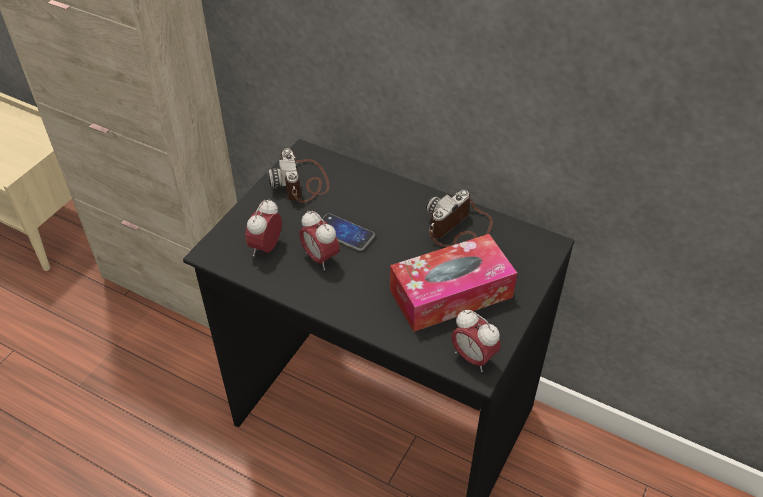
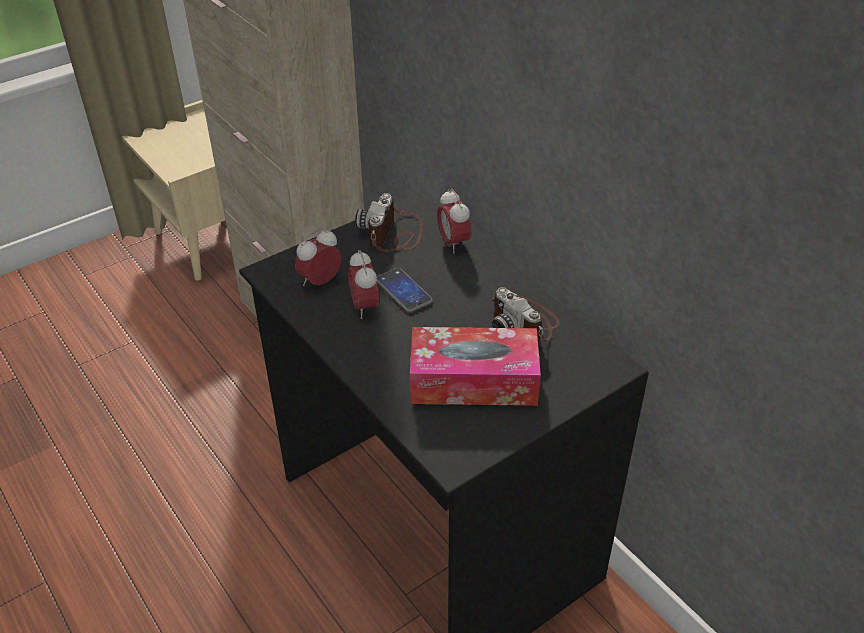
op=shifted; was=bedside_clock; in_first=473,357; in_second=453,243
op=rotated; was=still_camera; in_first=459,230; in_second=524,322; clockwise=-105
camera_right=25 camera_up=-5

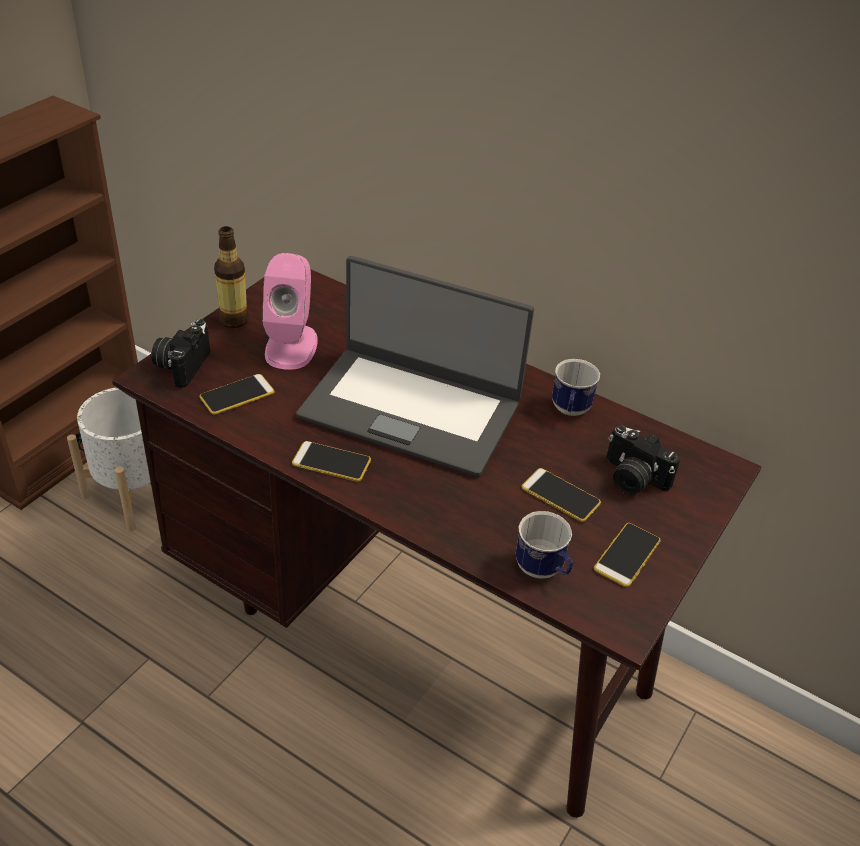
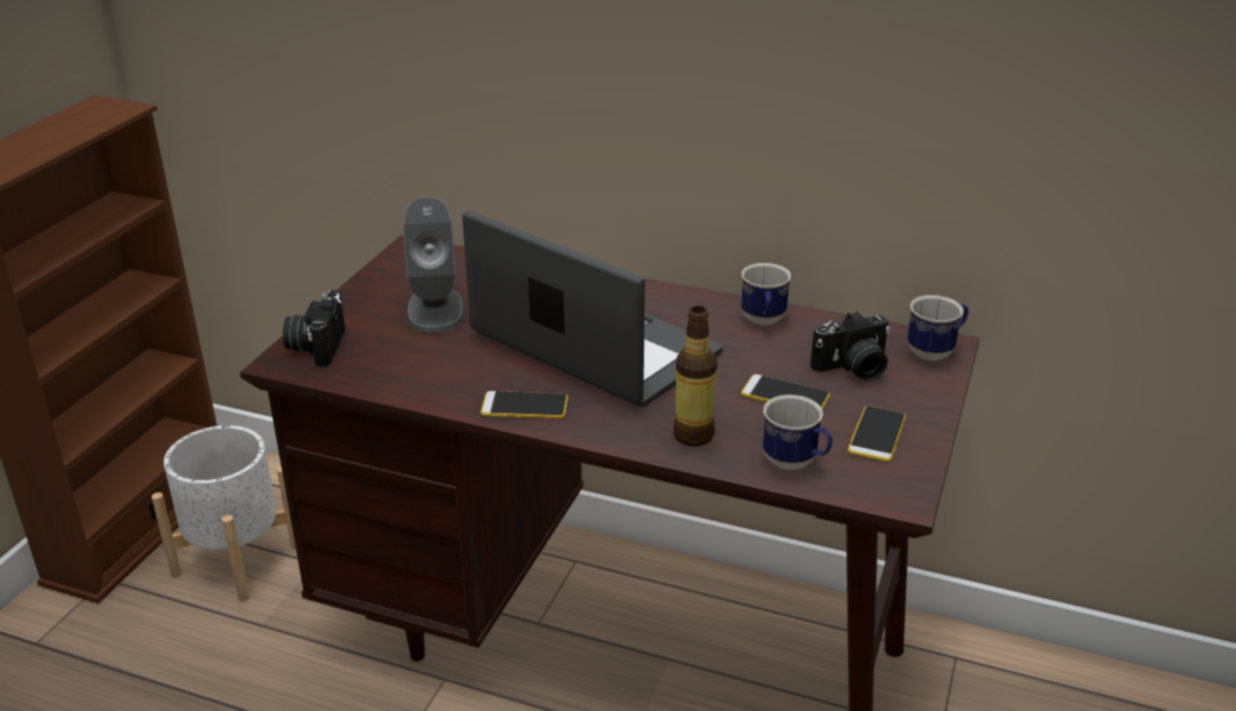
op=repainted; was=pinkish_loudspeaker; now=greyish_loudspeaker; in_first=291,346; in_second=435,310
op=rotated; was=notebook_computer; in_first=411,409; in_second=592,346; clockwise=-150
op=shifted; was=drink_bottle; in_first=234,320; in_second=693,435
op=rotated; was=still_camera; in_first=632,478; in_second=853,369; clockwise=-45
op=new; now=coffee_mug; in_second=935,351
op=gone; was=handset; in_first=237,395
camera_right=-10 camera_up=-10

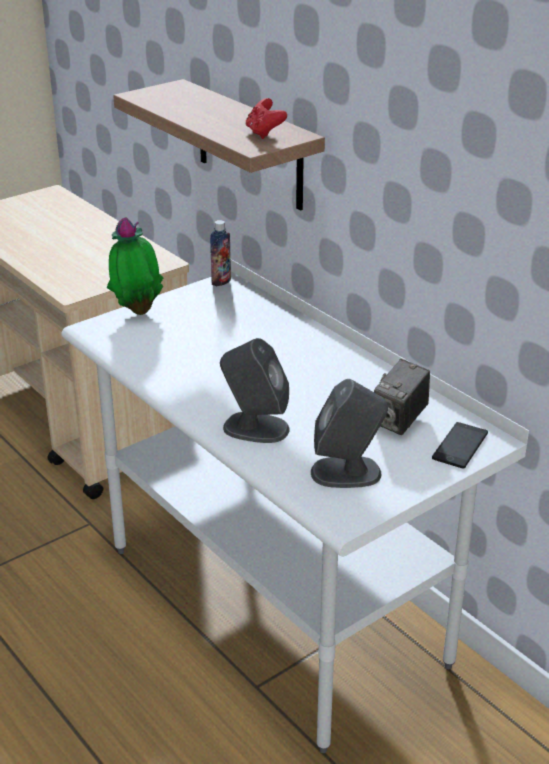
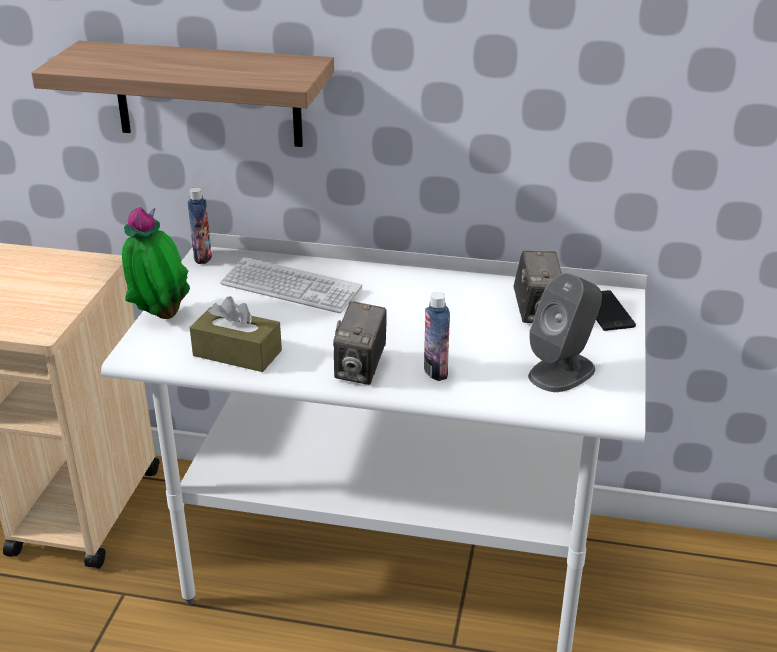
op=new; now=brown-coloured_tissue_holder; in_second=237,353
op=new; now=computer_keyboard; in_second=290,287
op=new; now=still_camera; in_second=360,370
op=swapped; was=greyish_loudspeaker; now=drink_bottle; in_first=255,428; in_second=435,372
op=gone; was=red-coloured_gamepad; in_first=264,133
camera_right=-40 camera_up=0

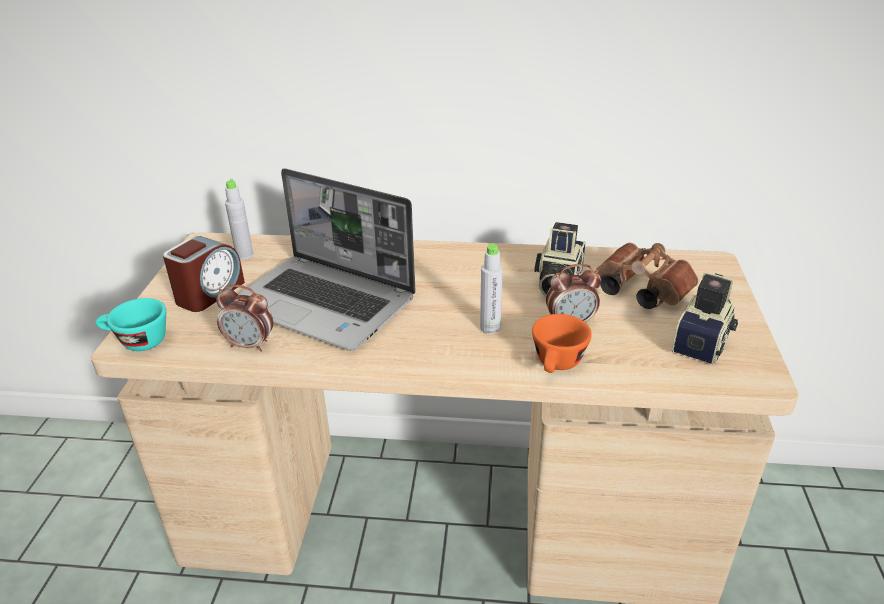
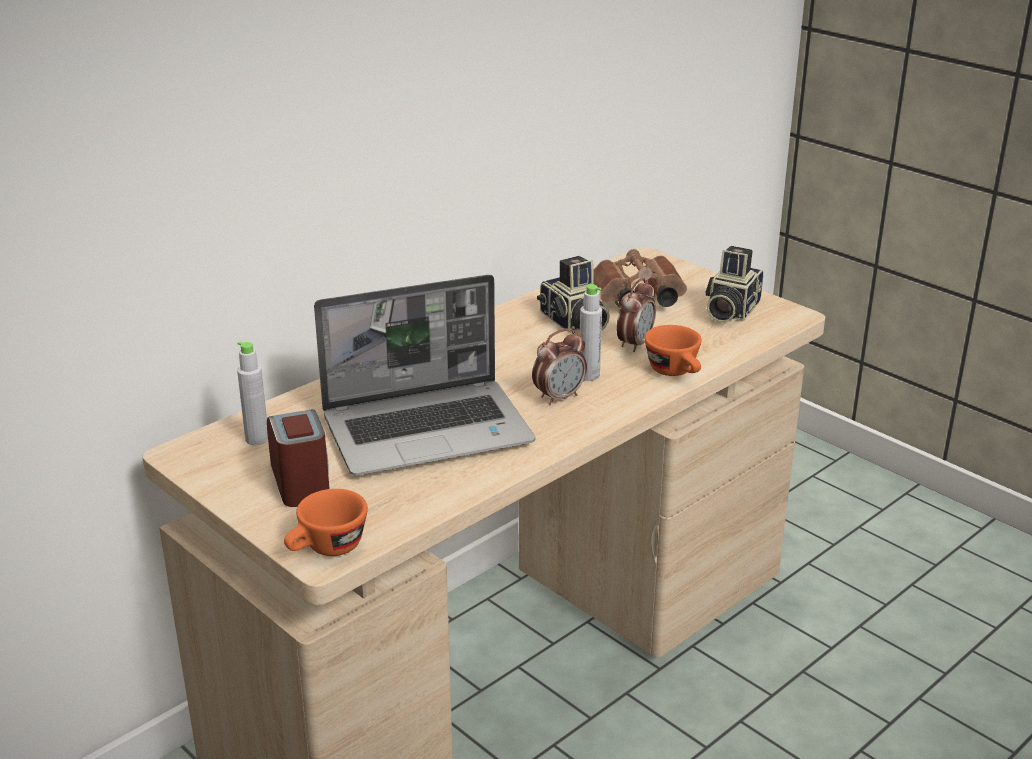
op=repainted; was=turquoise-coloured_cup; now=orangey_cup; in_first=136,342; in_second=327,549
op=shifted; was=bedside_clock; in_first=250,345; in_second=559,397
op=rotated; was=still_camera; in_first=704,341; in_second=729,311; clockwise=-135
camera_right=-50 camera_up=-5

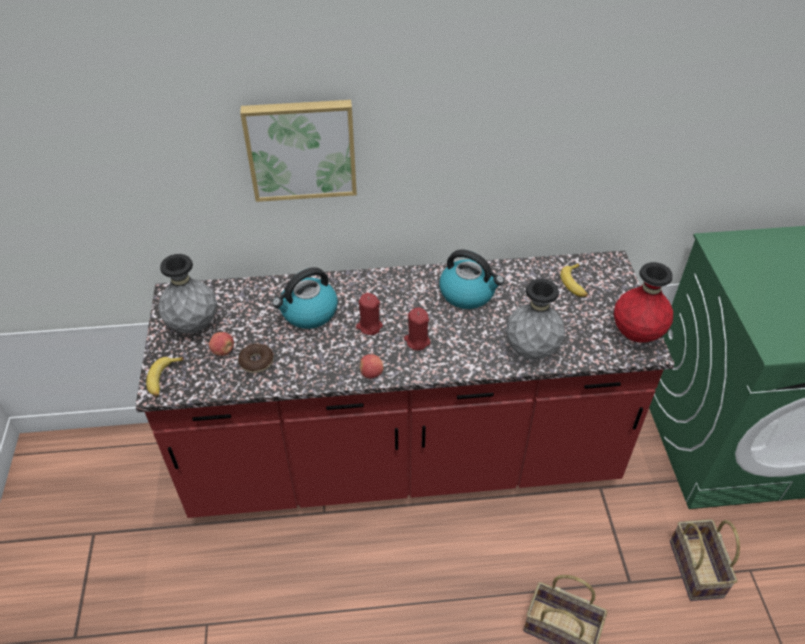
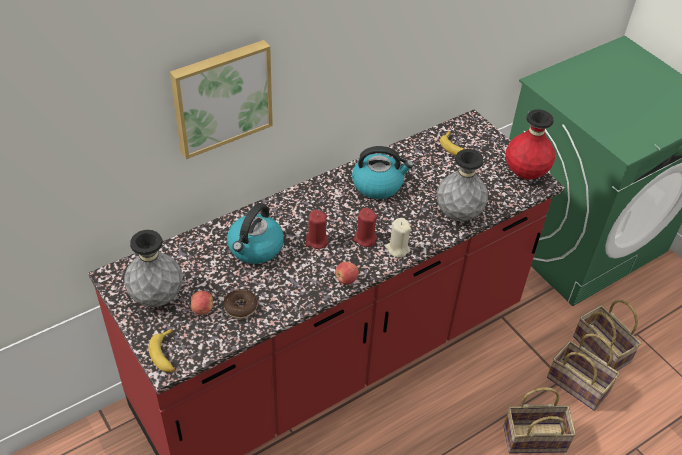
op=new; now=sand-coloured_wax_light; in_second=397,249
op=new; now=household_basket; in_second=579,385
camera_right=-30 camera_up=0

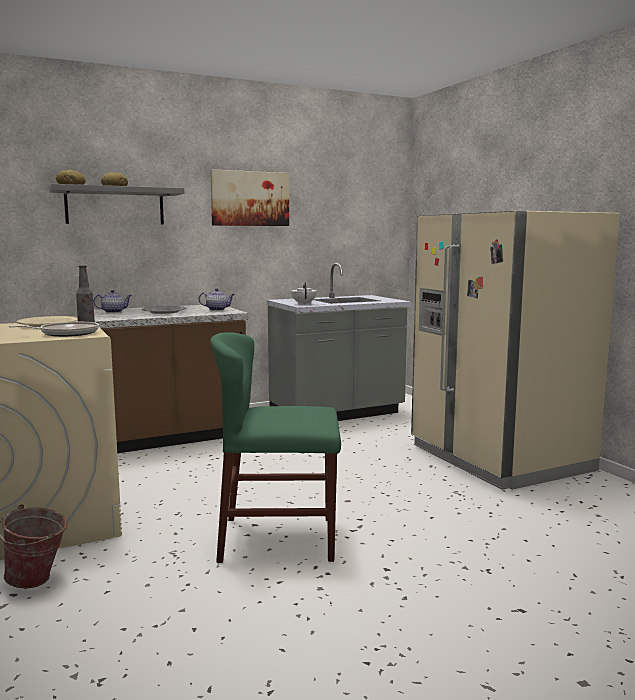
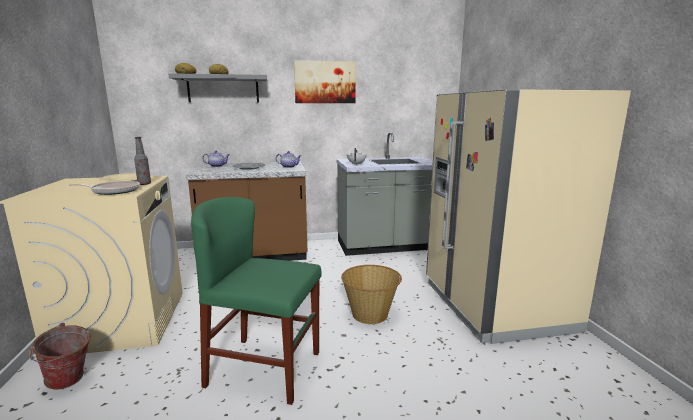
op=new; now=household_basket; in_second=370,314
camera_right=15 camera_up=5

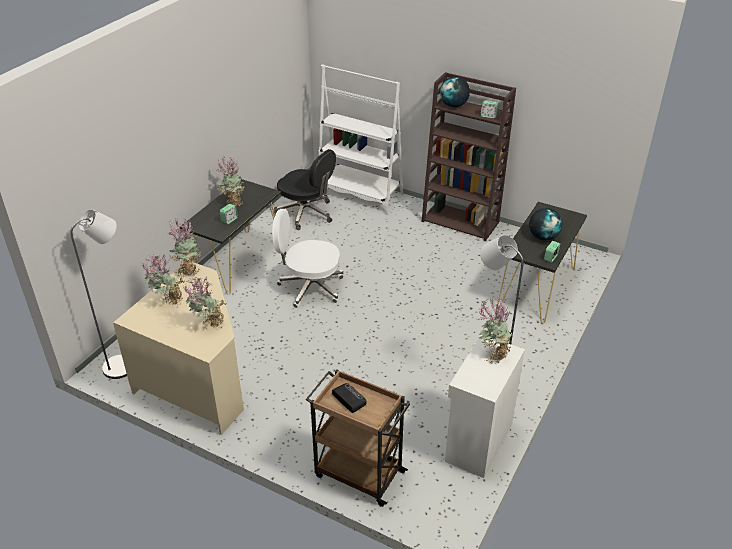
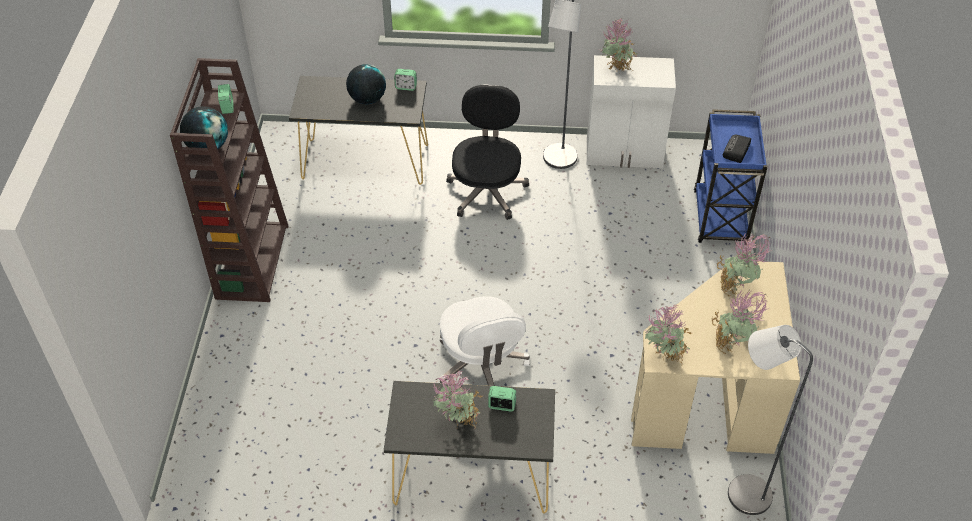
op=shifted; was=black_desk_chair; in_first=306,213; in_second=487,191
op=repainted; was=brown-coloured_cart; now=bluish_cart; in_first=358,473; in_second=720,219
op=gone; was=white_bookcase; in_first=360,194
camera_right=-115 camera_up=10

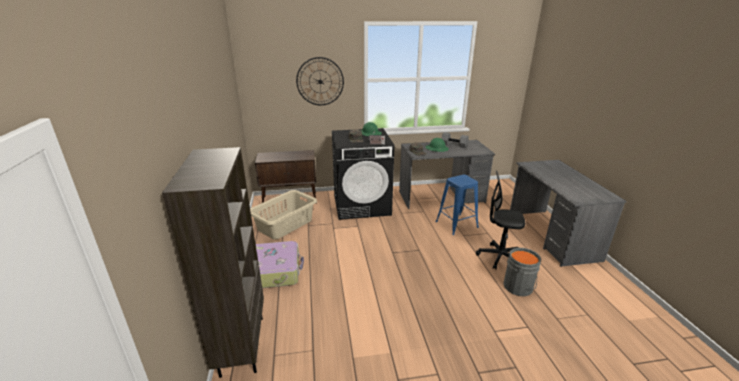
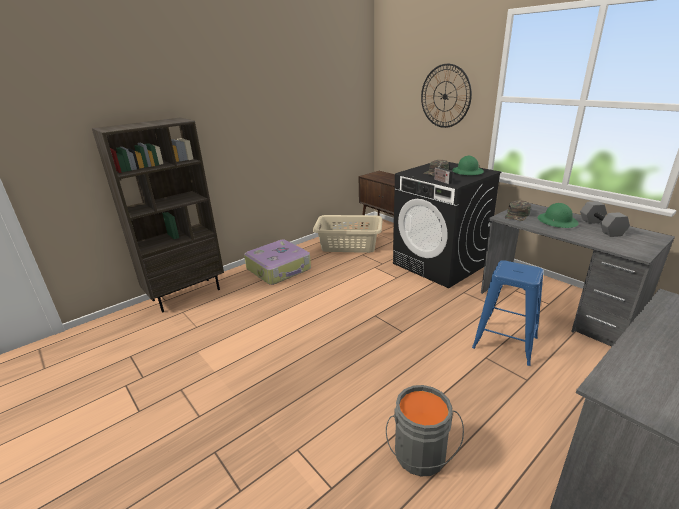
op=gone; was=black_desk_chair; in_first=499,257
camera_right=60 camera_up=0

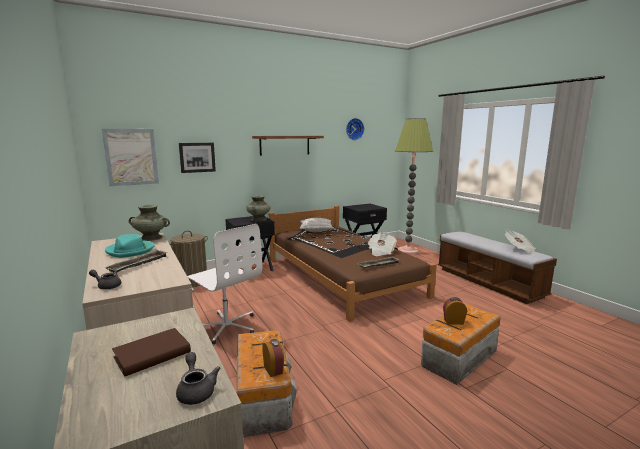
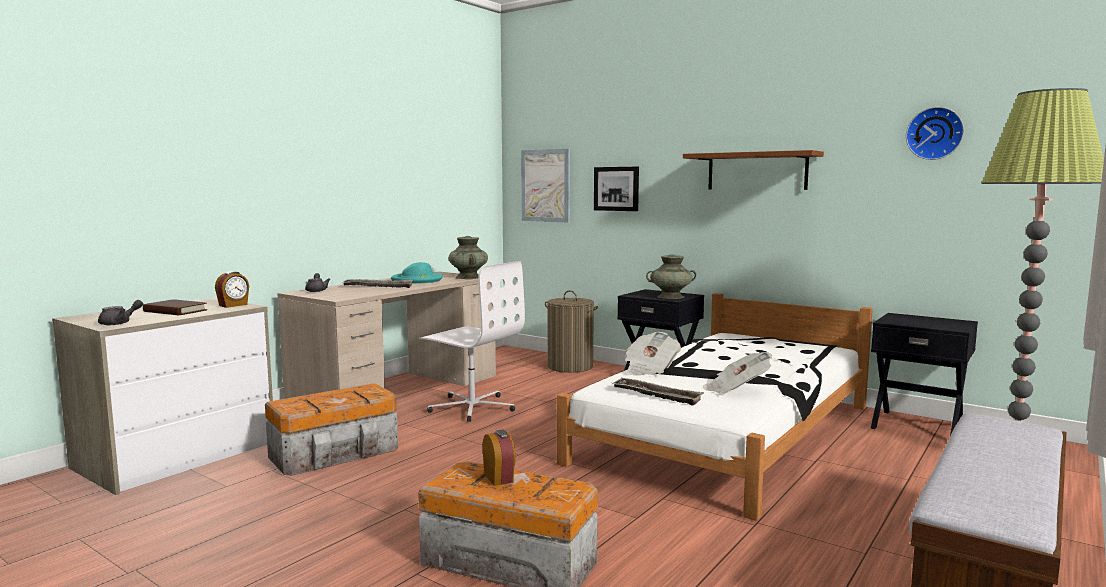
op=shifted; was=bedside_clock; in_first=273,369; in_second=233,305
op=rotated; was=white_desk_chair; in_first=226,326; in_second=472,407; clockwise=-75
op=repainted; was=brown-coloured_sleeping_bed; now=white_sleeping_bed; in_first=341,276; in_second=728,432
op=shifted; was=newspaper; in_first=519,249; in_second=649,369
op=gone; was=throw_pillow; in_first=316,230
camera_right=65 camera_up=-5

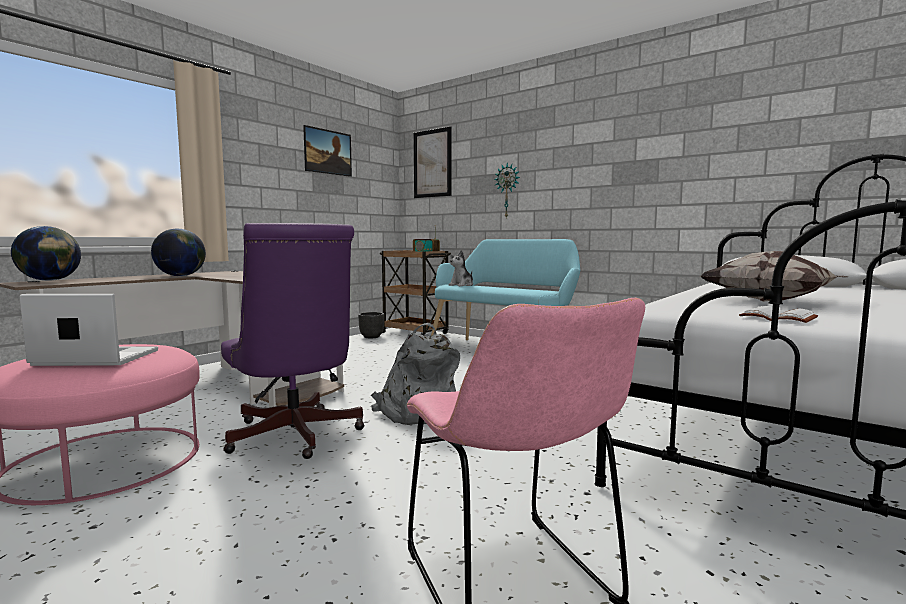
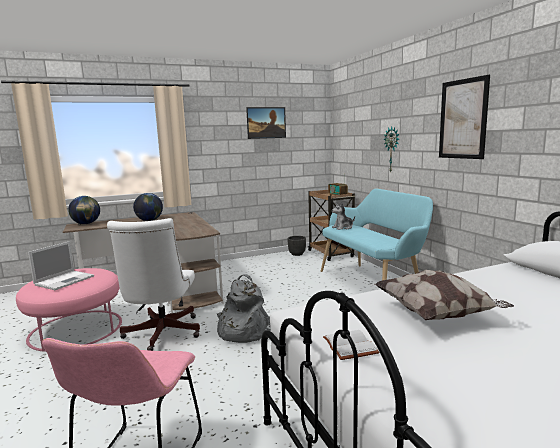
op=rotated; was=notebook_computer; in_first=94,358; in_second=65,280; clockwise=90
op=repainted; was=purplish_desk_chair; now=white_desk_chair; in_first=295,437; in_second=161,335
op=shifted; was=wall_picture; in_first=432,163; in_second=463,119
camera_right=30 camera_up=5

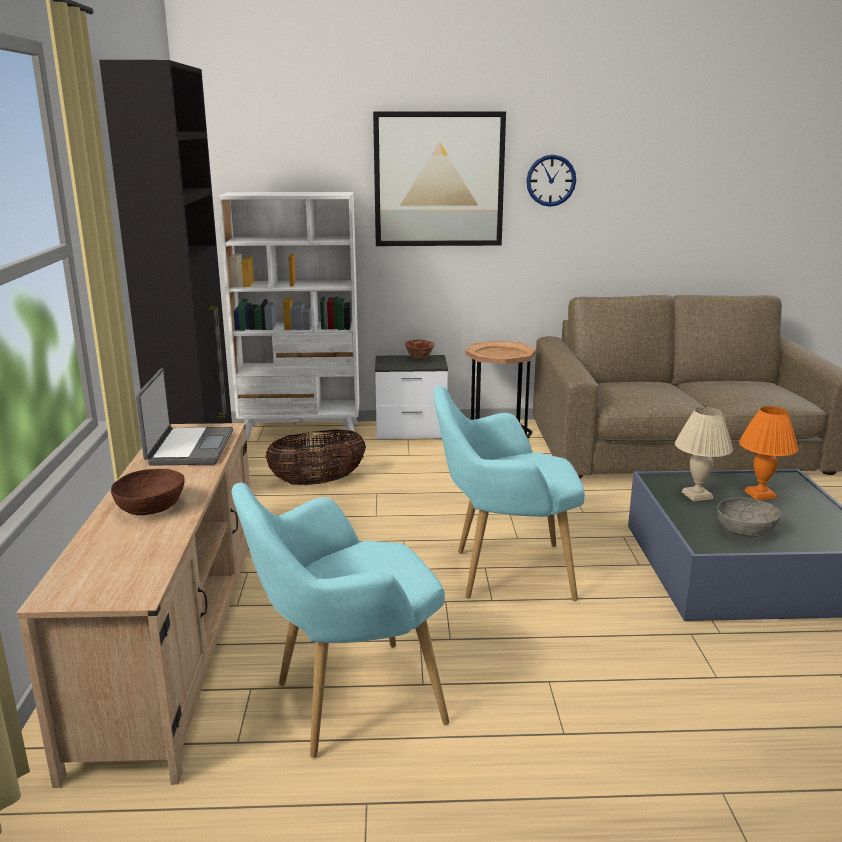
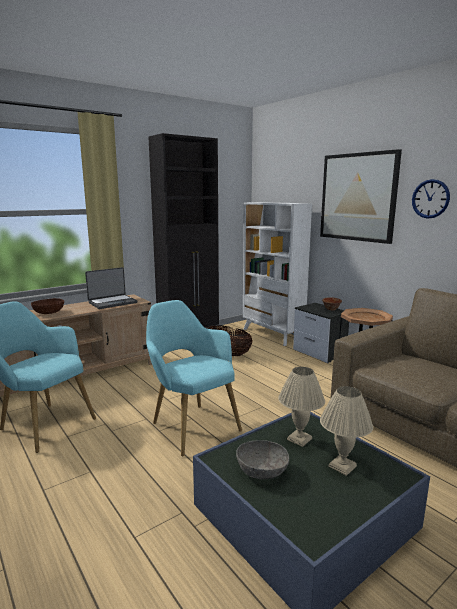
op=repainted; was=orangey_lamp_for_a_table; now=sand-coloured_lamp_for_a_table; in_first=761,495; in_second=342,466
camera_right=55 camera_up=-5

